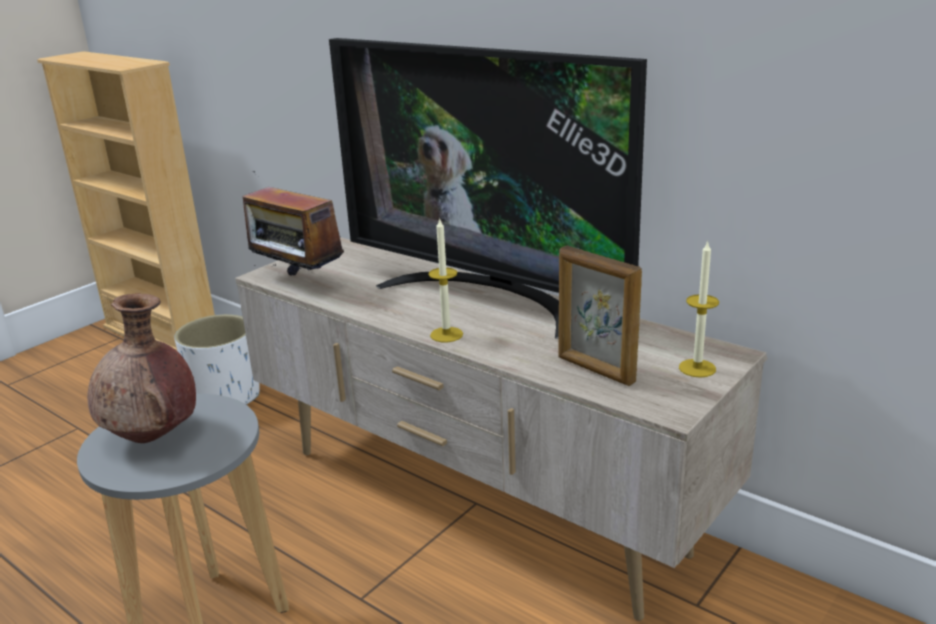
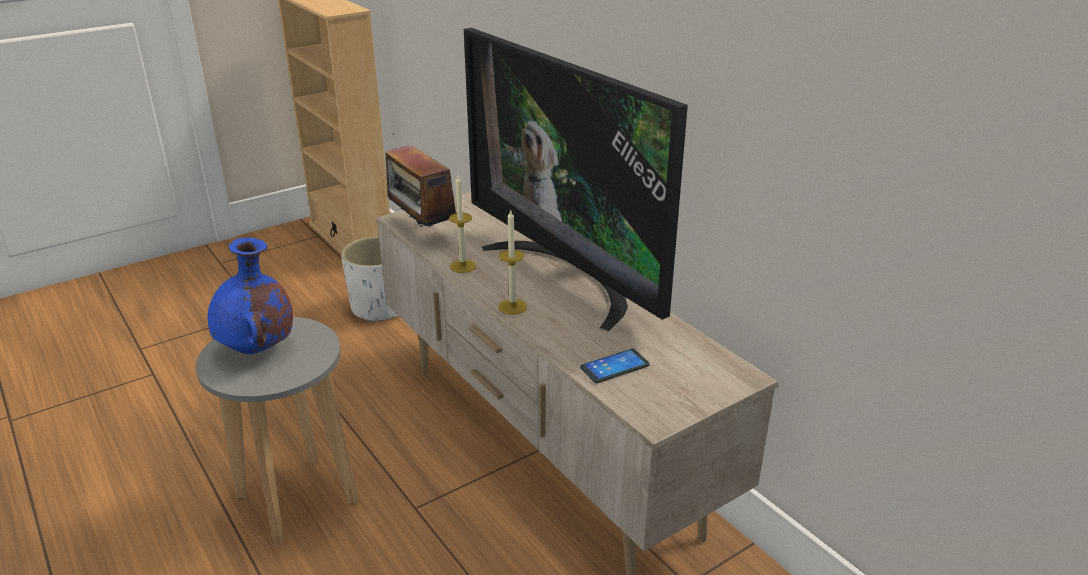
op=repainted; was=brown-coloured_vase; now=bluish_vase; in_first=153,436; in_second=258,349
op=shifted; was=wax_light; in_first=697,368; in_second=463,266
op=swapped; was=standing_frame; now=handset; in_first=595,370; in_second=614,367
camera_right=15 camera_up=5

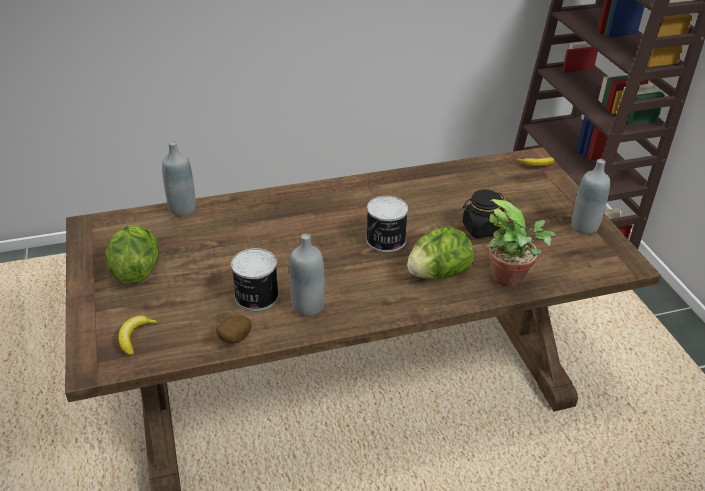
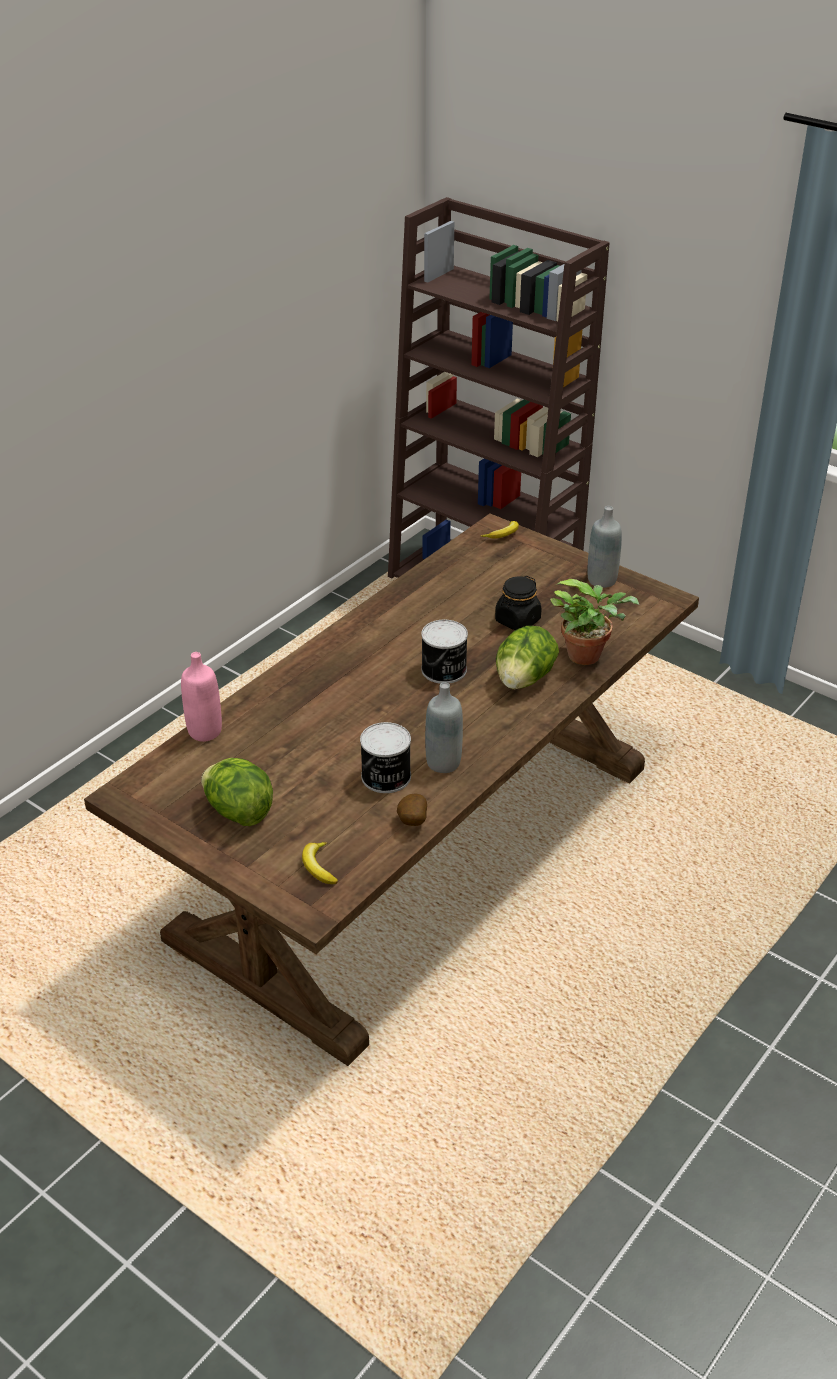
op=repainted; was=greyish_drink_bottle; now=pinkish_drink_bottle; in_first=182,209; in_second=205,731
camera_right=-35 camera_up=0

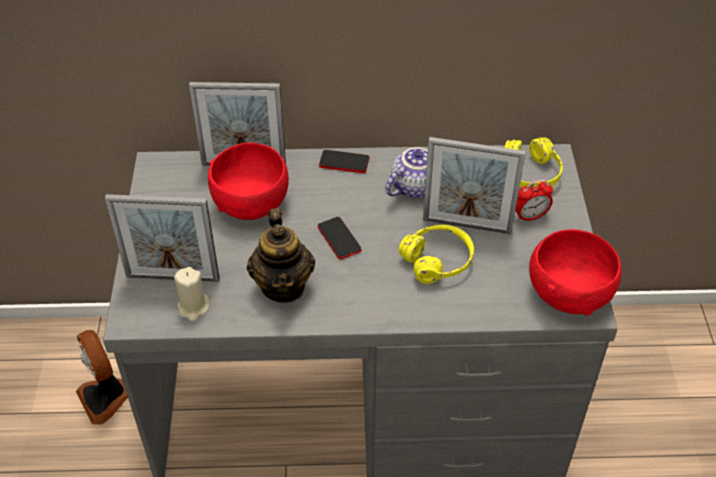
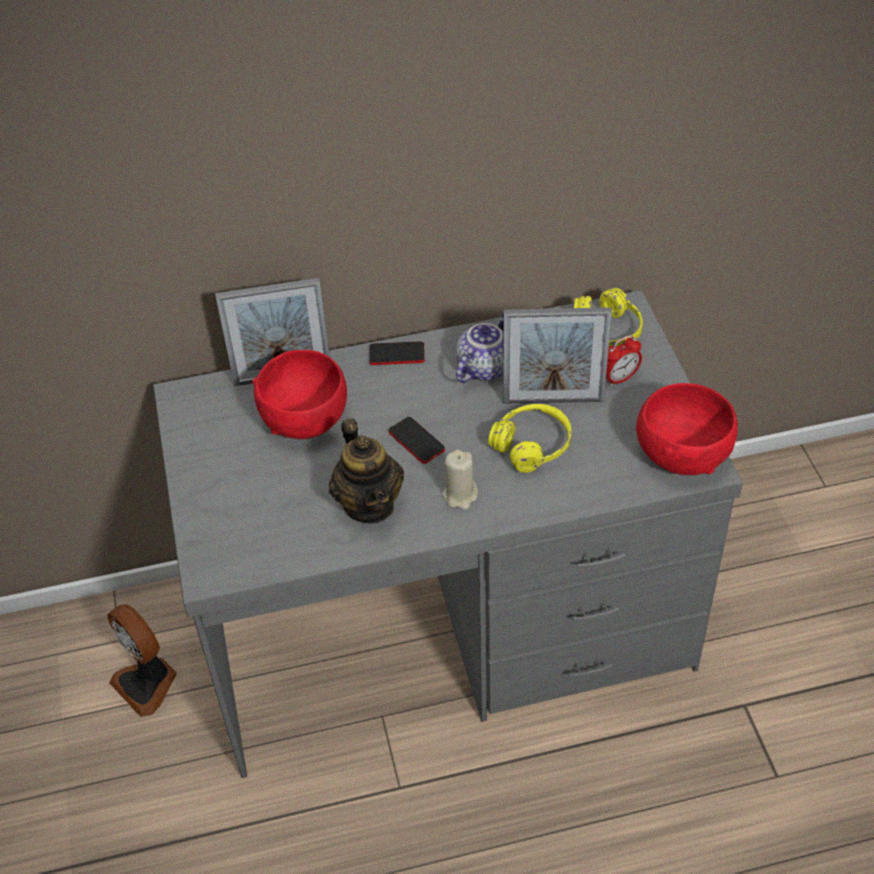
op=shifted; was=sand-coloured_wax_light; in_first=193,307; in_second=460,495
op=gone; was=standing_frame; in_first=173,277
camera_right=-10 camera_up=0

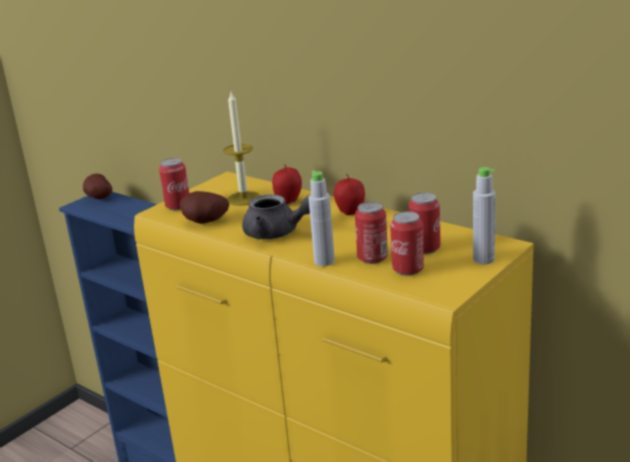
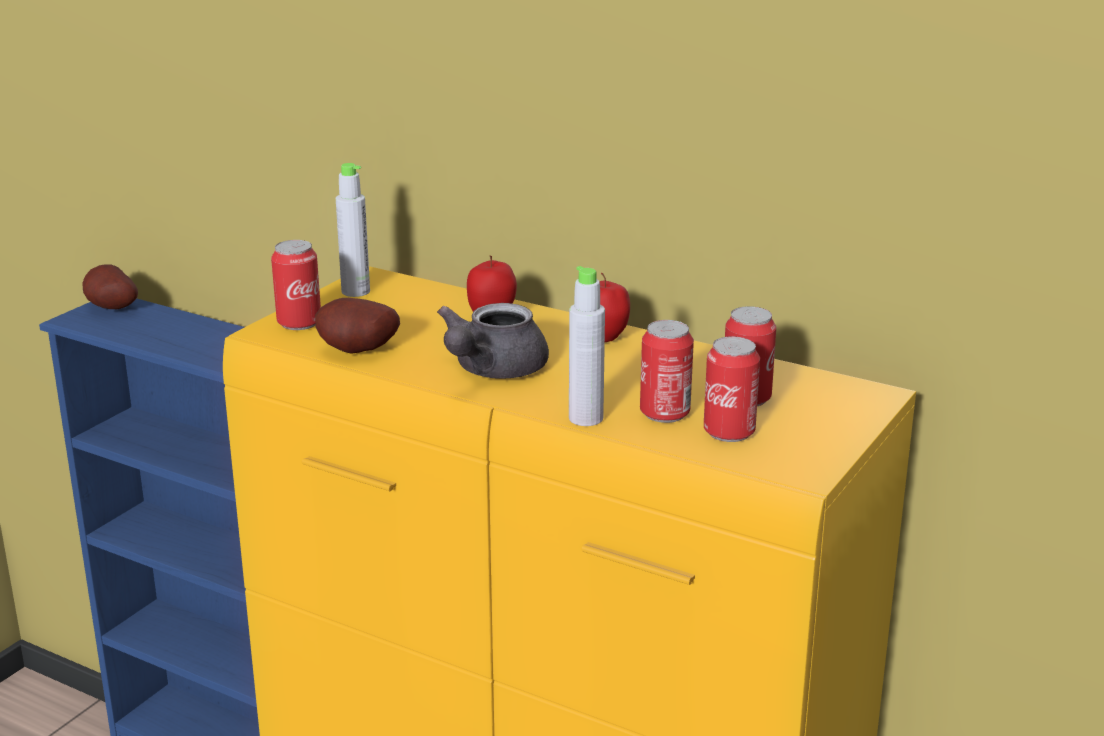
op=shifted; was=greyish_drink_bottle; in_first=483,259; in_second=355,291
op=rotated; was=greyish_tea_pot; in_first=278,233; in_second=491,371; clockwise=105
op=gone; was=wax_light; in_first=244,198
camera_right=-10 camera_up=0

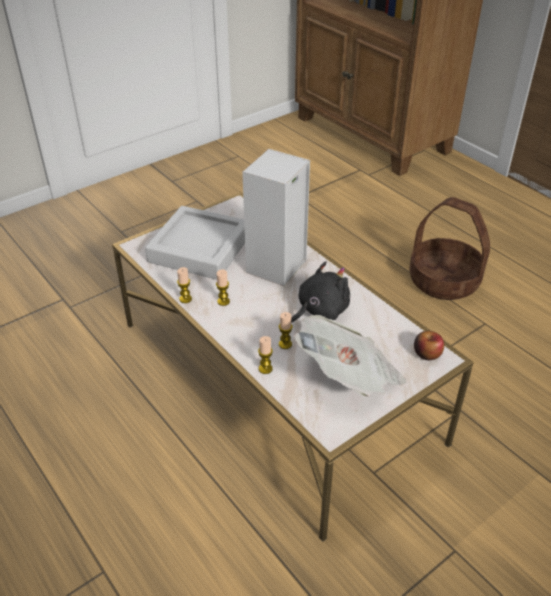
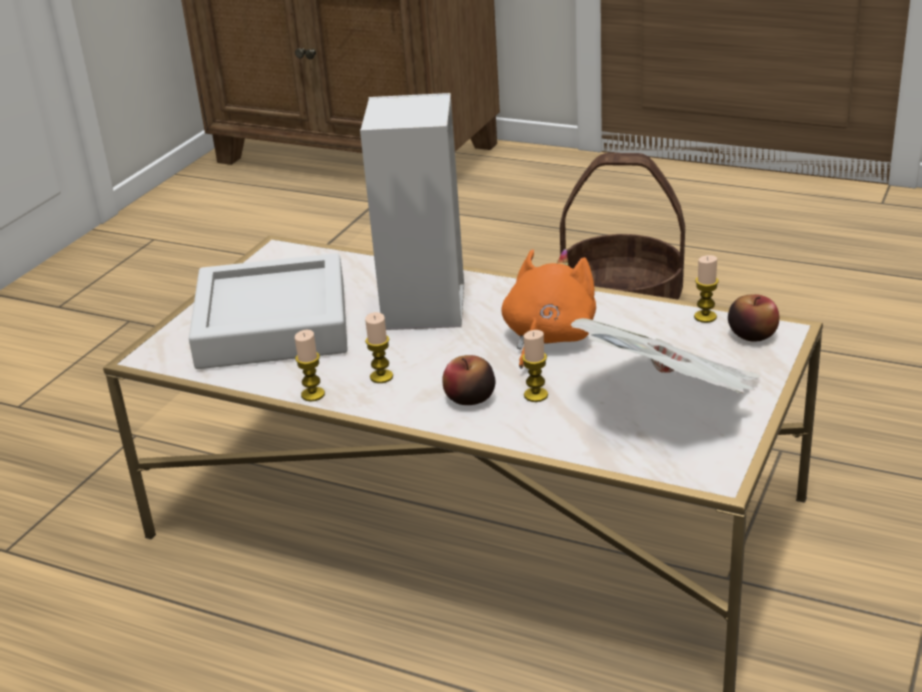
op=new; now=whole_apple; in_second=469,398
op=repainted; was=black_soft_toy; now=orangey_soft_toy; in_first=320,310; in_second=547,338
op=shifted; was=wax_light; in_first=265,369; in_second=705,317
camera_right=-25 camera_up=-10

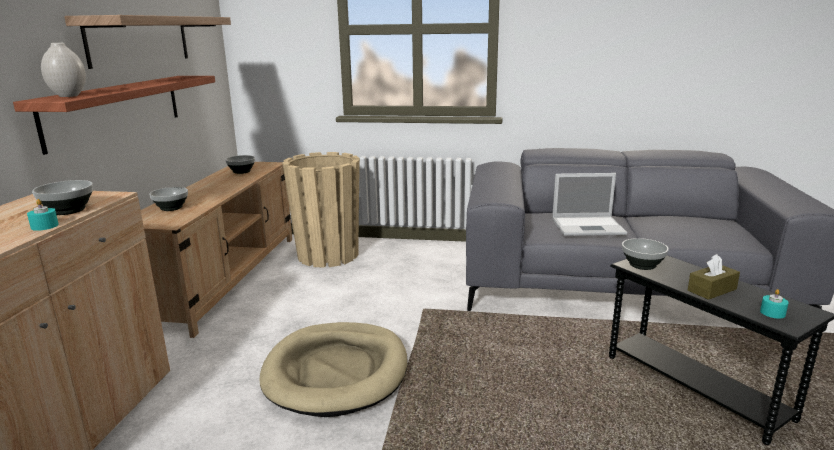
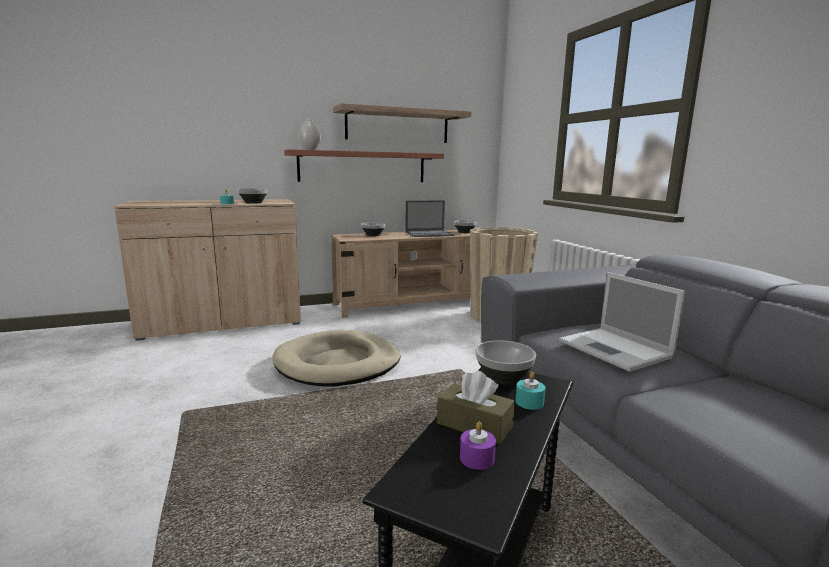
op=new; now=notebook_computer; in_second=429,234
op=new; now=purplish_wax_light; in_second=477,458
op=shifted; was=turquoise-coloured_wax_light; in_first=772,313; in_second=529,402
camera_right=60 camera_up=-5

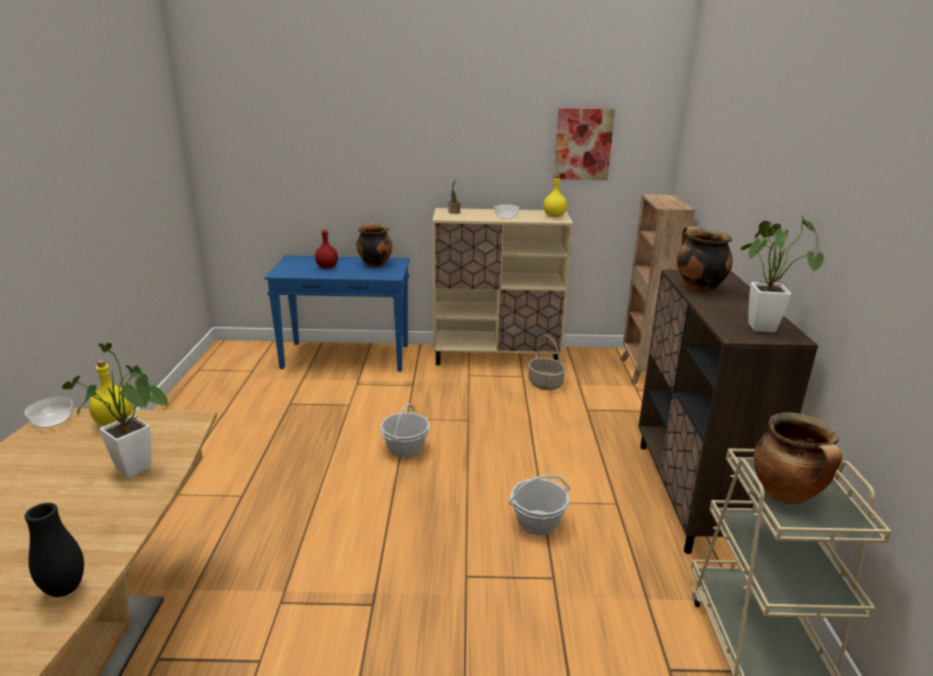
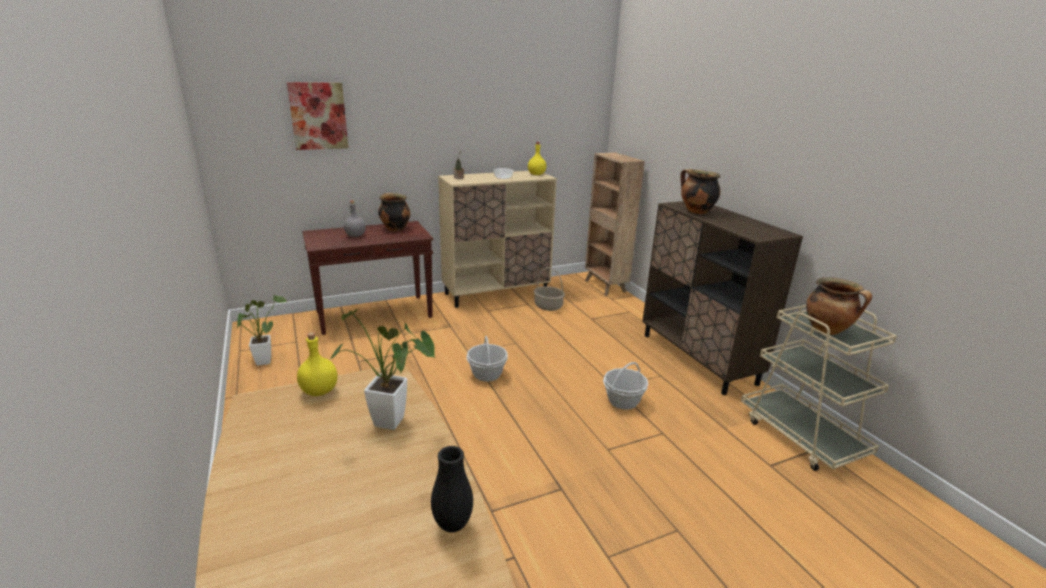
op=shifted; was=plant_in_a_pot; in_first=760,325; in_second=264,360
op=shifted; was=wall_picture; in_first=583,144; in_second=318,116
op=repainted; was=bluish_hall_table; now=brown-coloured_hall_table; in_first=347,357; in_second=375,314
op=repainted; was=red-coloured_drink_bottle; now=greyish_drink_bottle; in_first=327,267; in_second=356,235
op=gone; was=bowl; in_first=53,421
camera_right=-25 camera_up=0

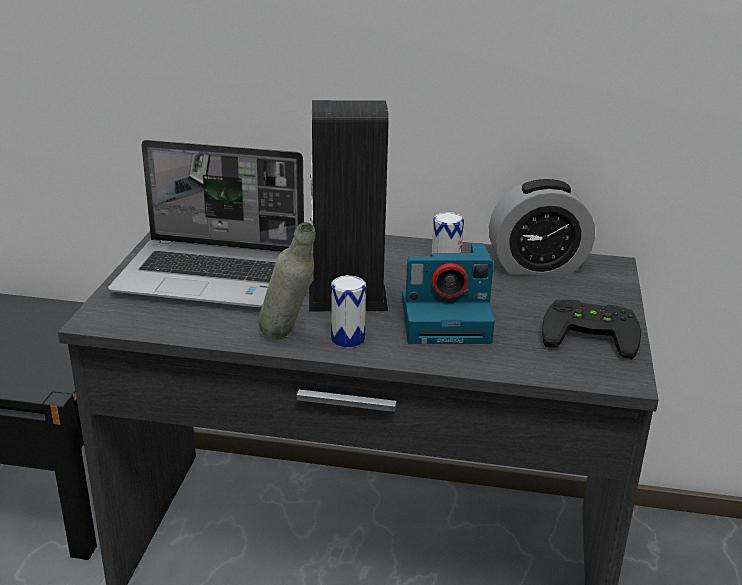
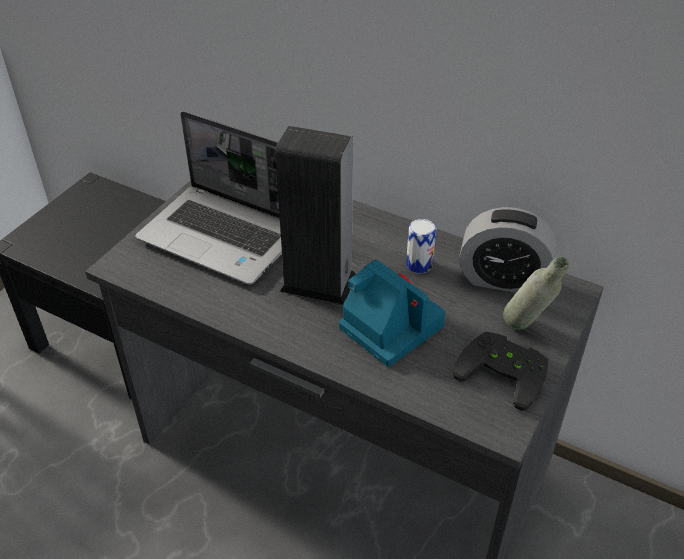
op=rotated; was=still_camera; in_first=448,319; in_second=388,326; clockwise=-150
op=shifted; was=greyish_drink_bottle; in_first=288,339; in_second=526,331
op=gone; was=can; in_first=348,339
camera_right=20 camera_up=15

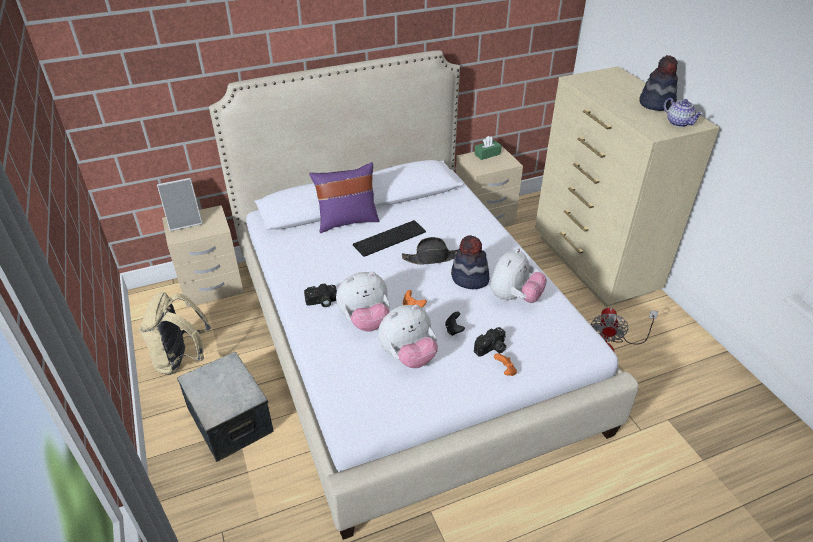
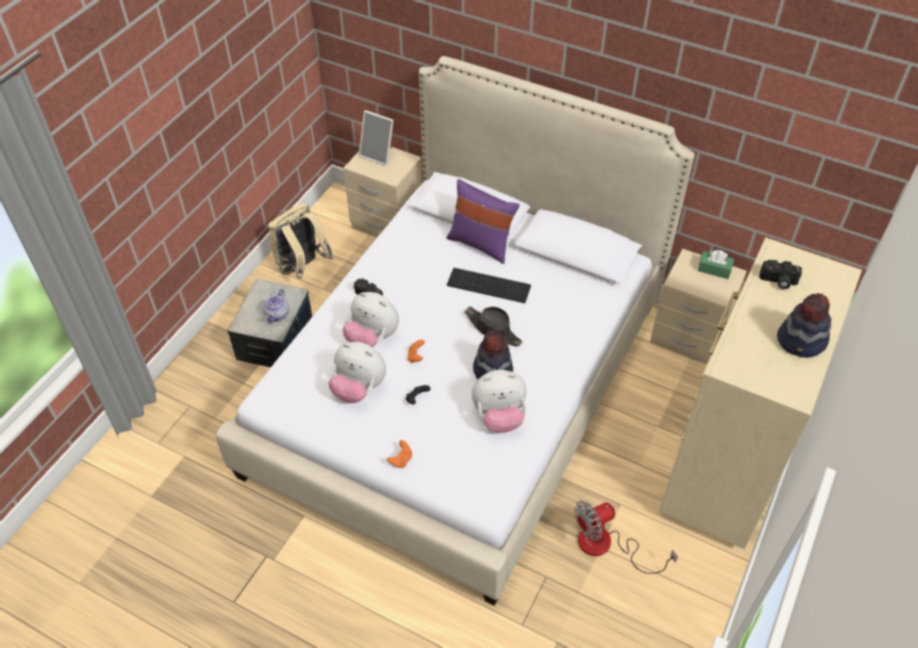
op=shifted; was=tea_pot; in_first=679,123; in_second=277,315
op=shifted; was=still_camera; in_first=491,349; in_second=778,281
camera_right=50 camera_up=10

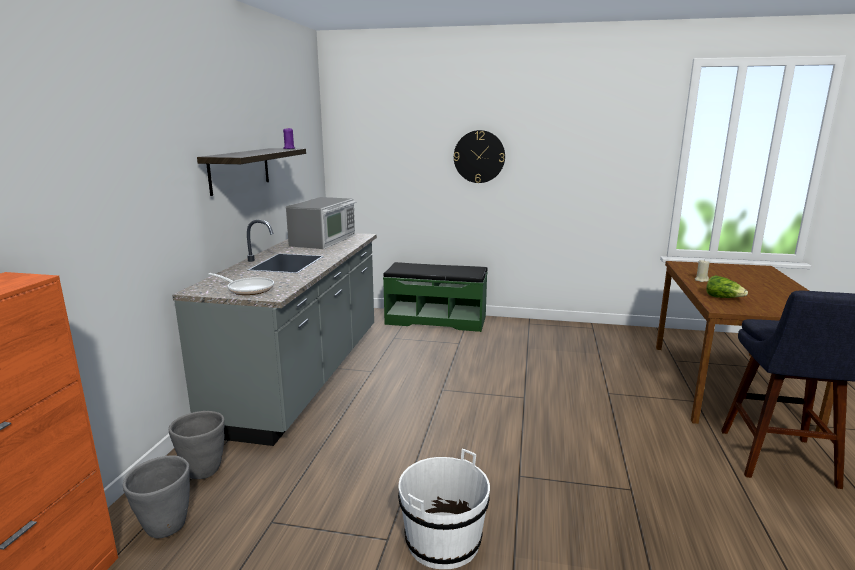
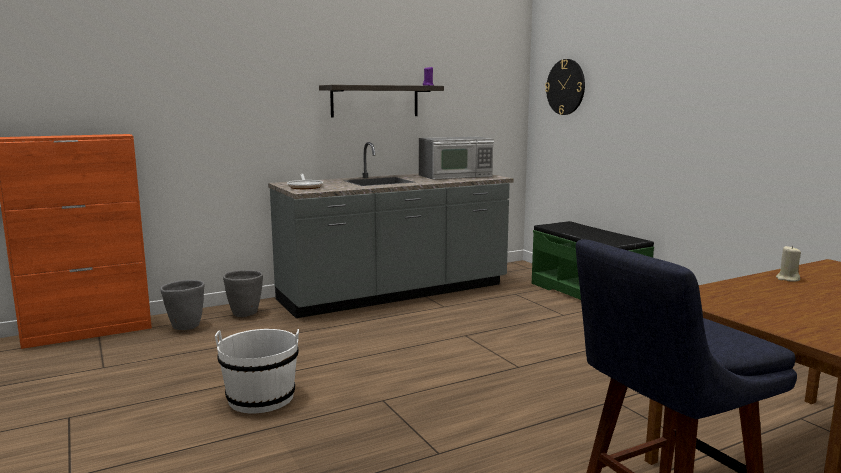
op=shifted; was=clock_on_the_wall; in_first=479,156; in_second=565,87
op=gone; was=lettuce_head; in_first=723,298
camera_right=50 camera_up=-5

